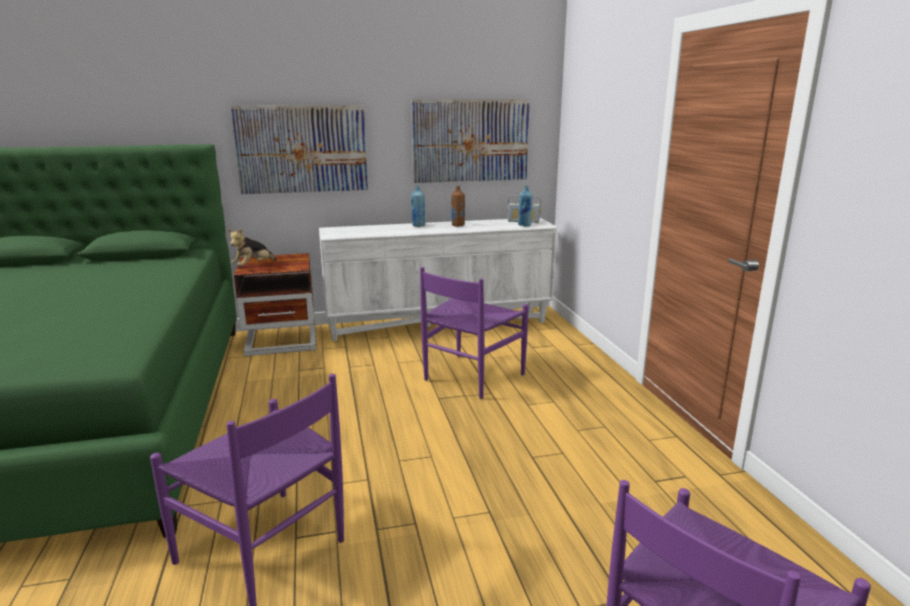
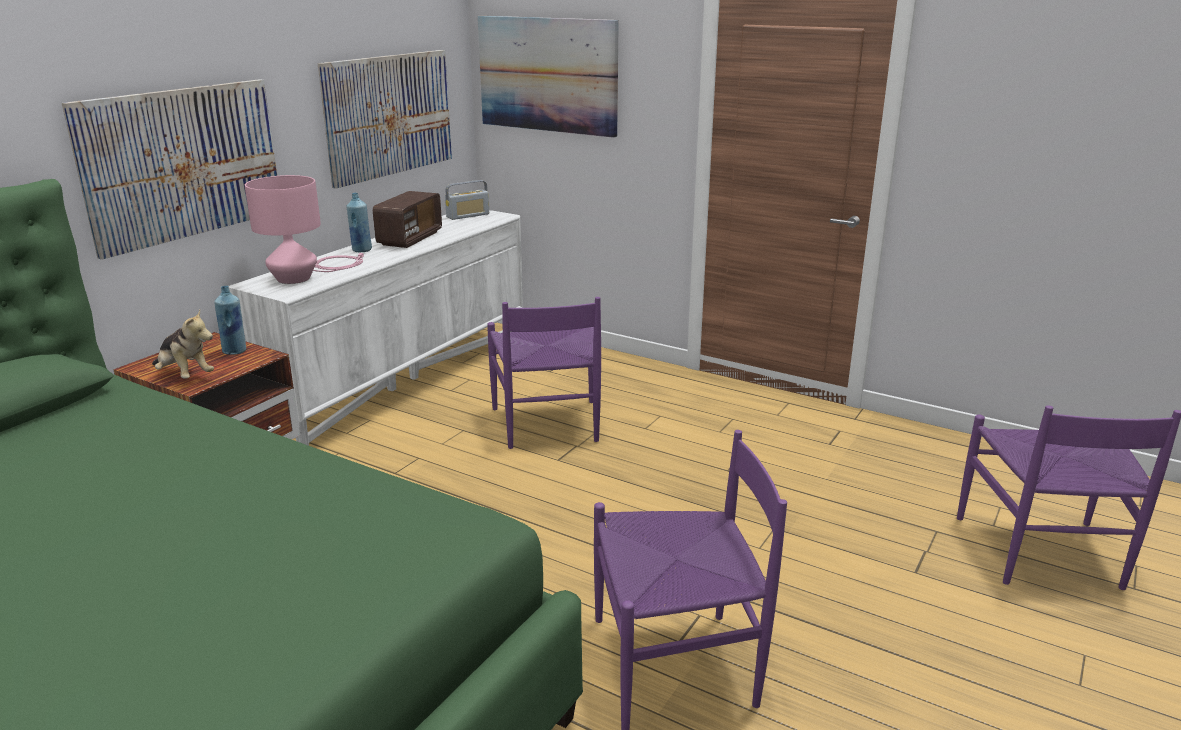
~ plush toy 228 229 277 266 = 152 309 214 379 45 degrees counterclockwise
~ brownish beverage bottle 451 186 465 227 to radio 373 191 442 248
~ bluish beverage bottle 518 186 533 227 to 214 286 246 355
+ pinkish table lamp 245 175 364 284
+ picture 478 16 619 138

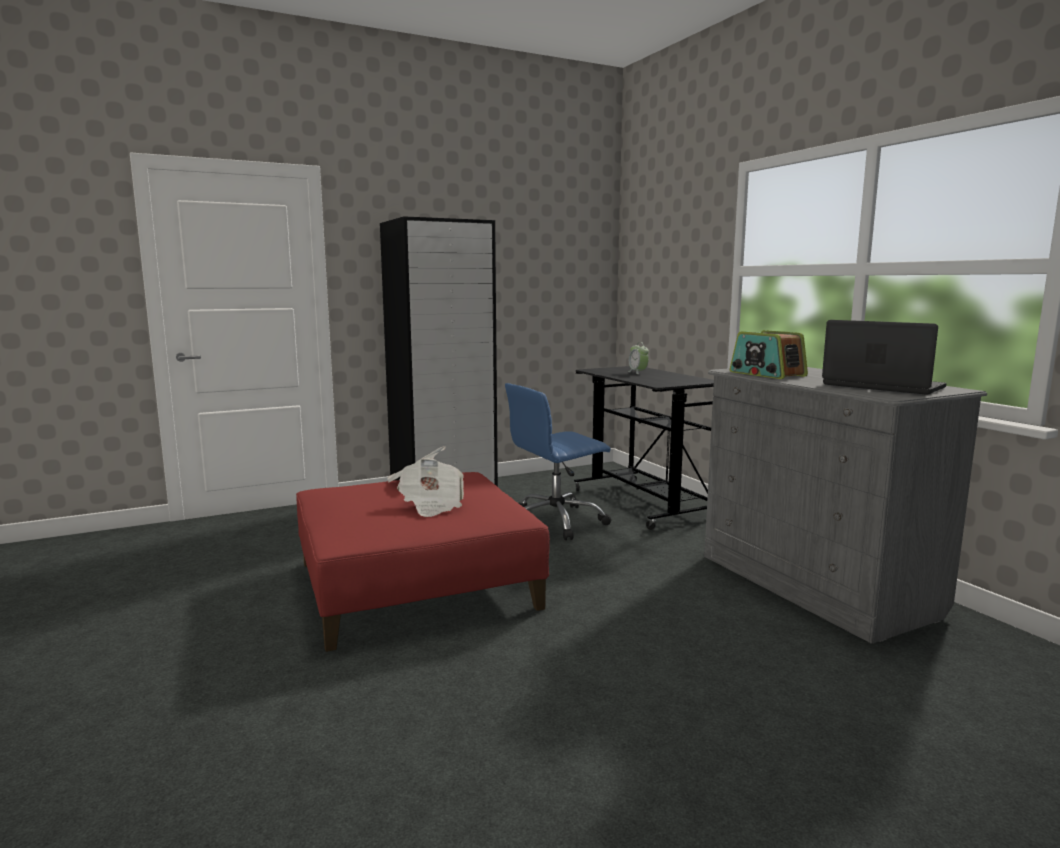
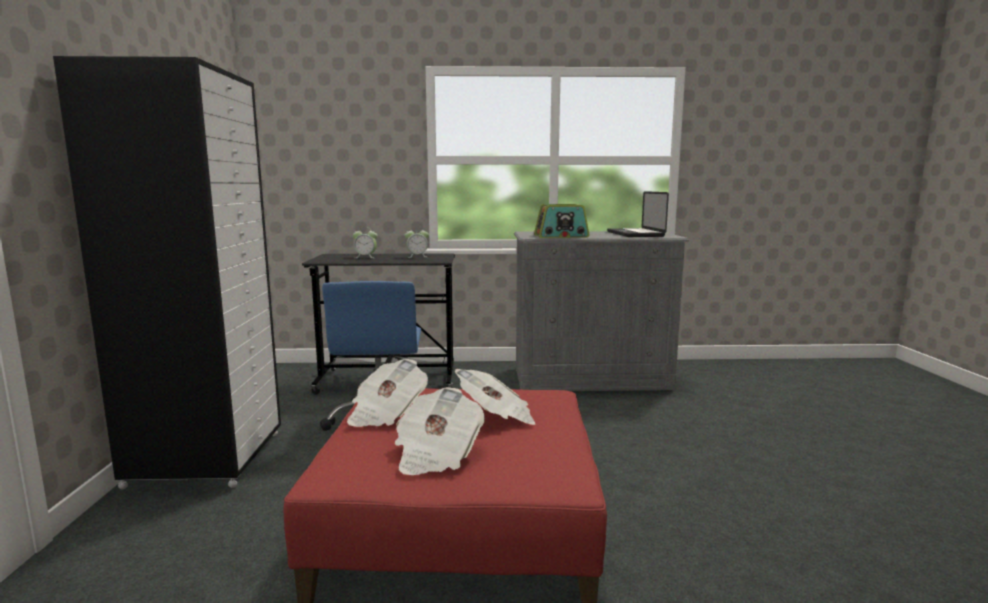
~ notebook computer 822 320 946 395 = 607 191 669 237 75 degrees counterclockwise
+ daily paper 395 387 485 475
+ alarm clock 405 230 429 258

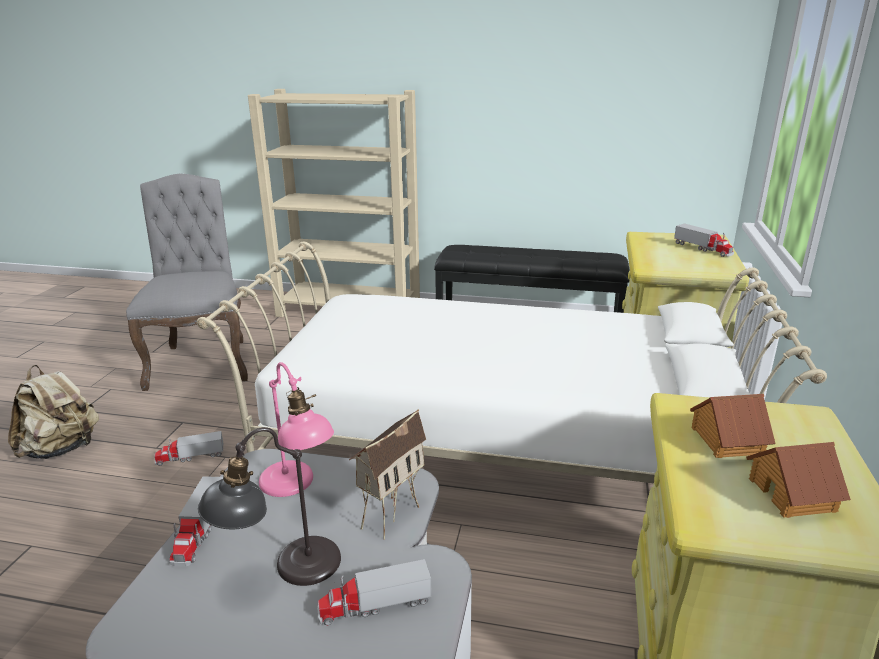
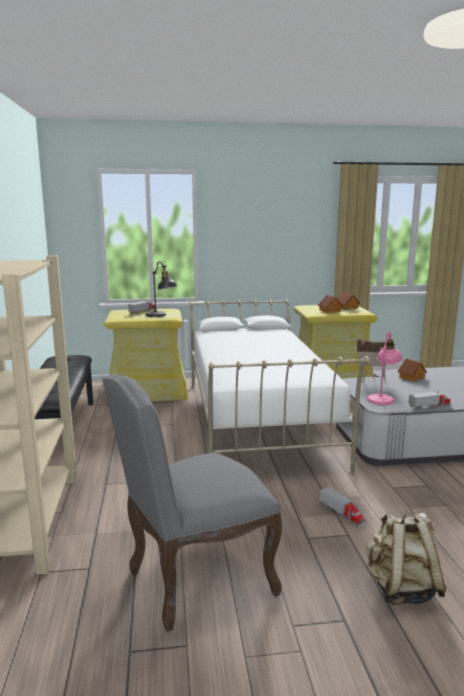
~ grey table lamp 198 427 341 586 to 146 261 177 317
~ toy lorry 317 559 432 625 to model house 397 359 427 382

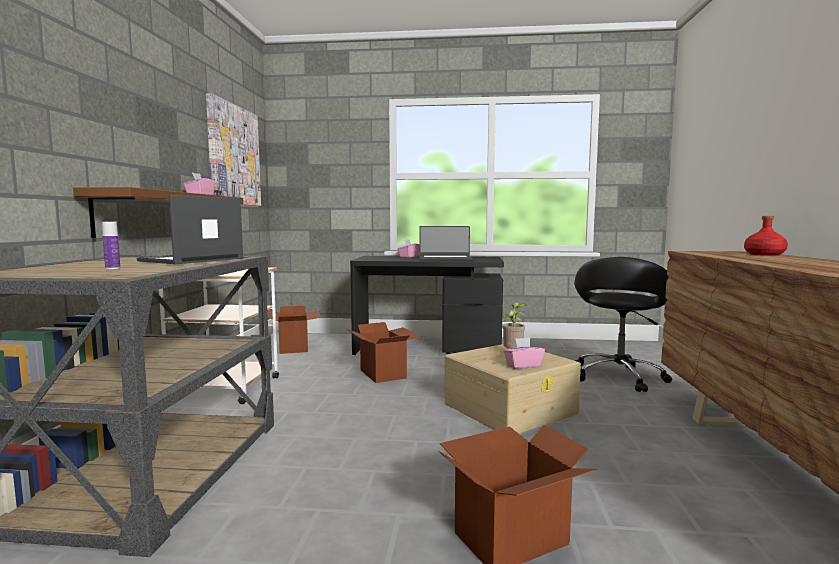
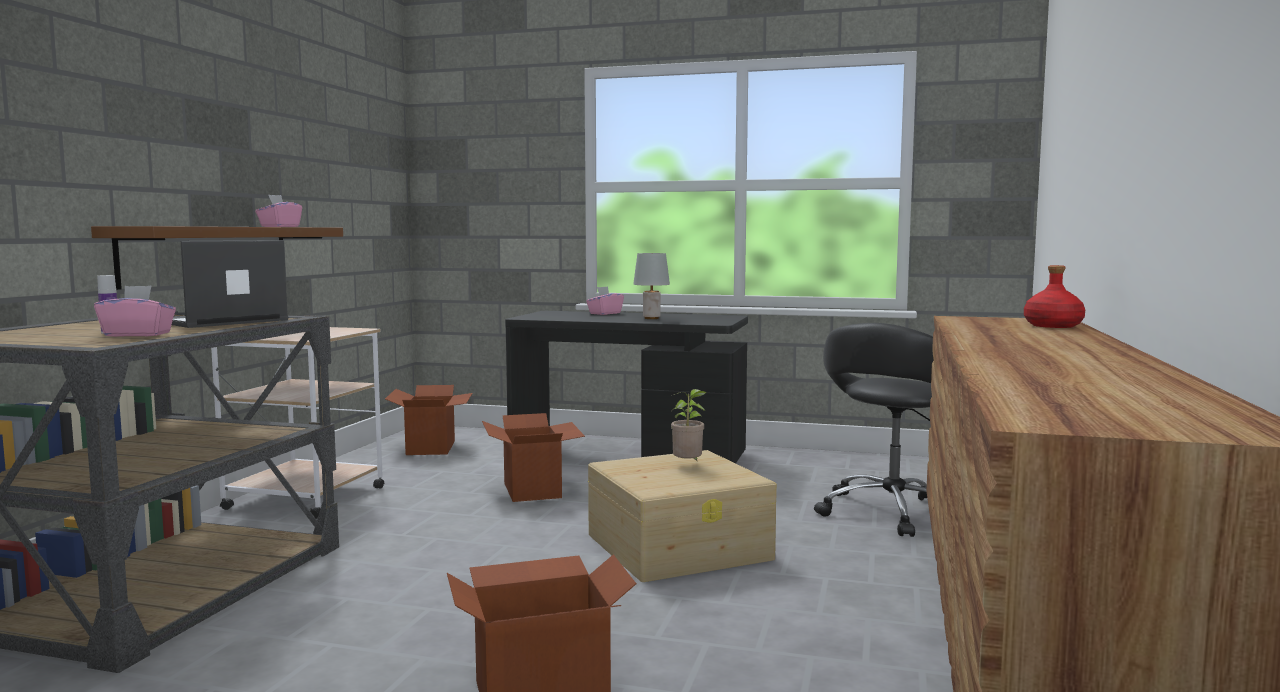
- picture 206 93 261 206
~ notebook computer 419 226 473 260 to grey table lamp 633 253 670 319
~ pinkish tissue box 504 338 545 369 to 94 285 176 337

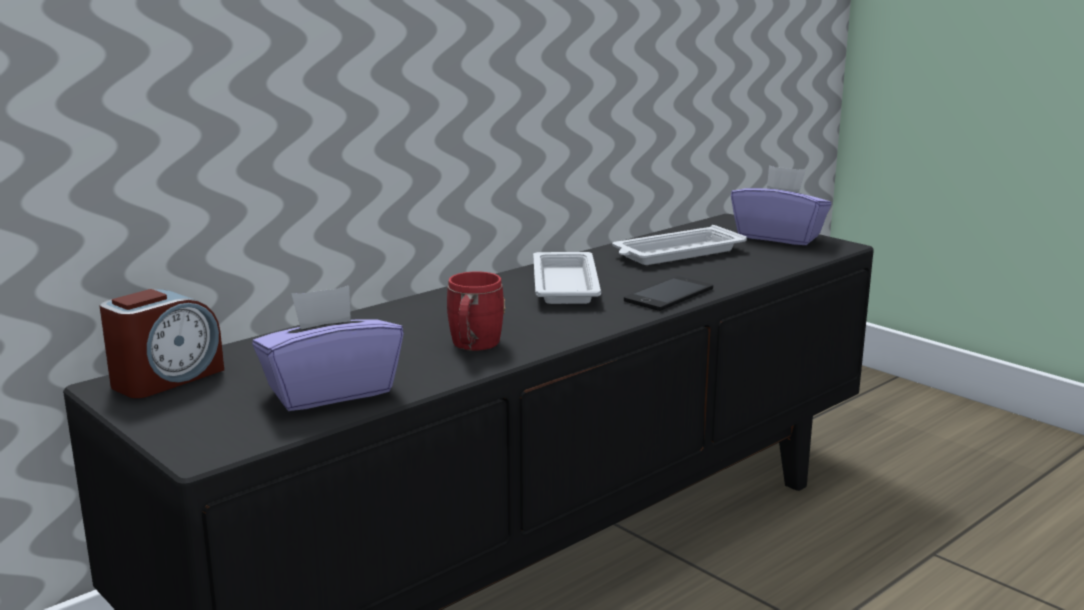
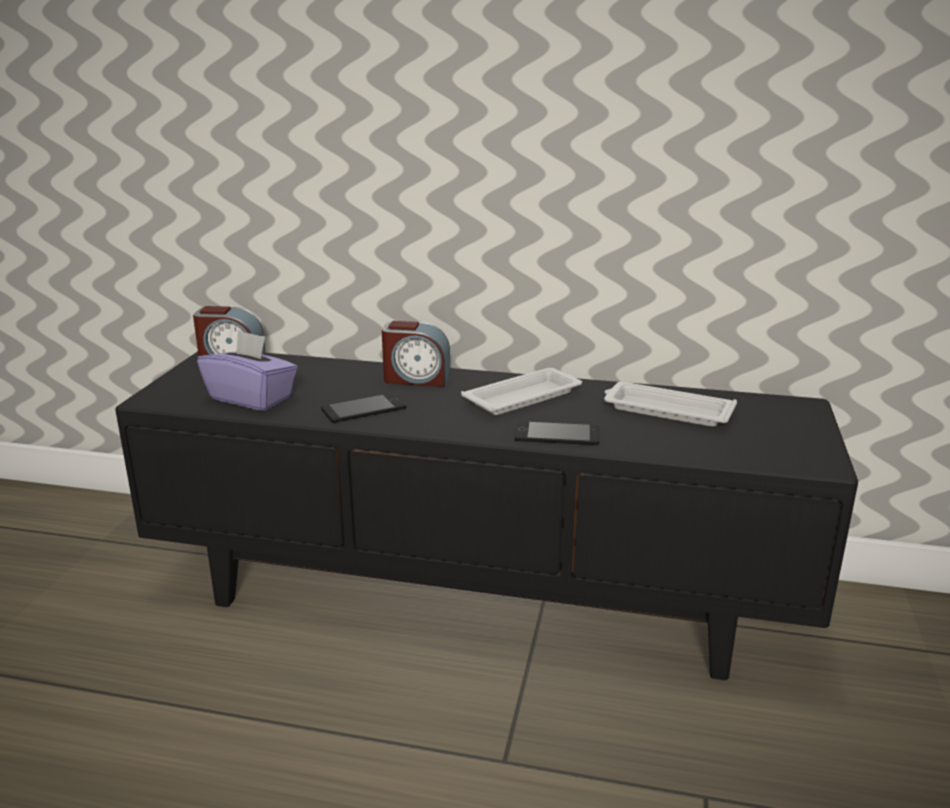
~ reddish mug 447 272 506 351 to handset 321 393 406 423
- purplish tissue box 731 165 831 245
+ alarm clock 382 321 450 387

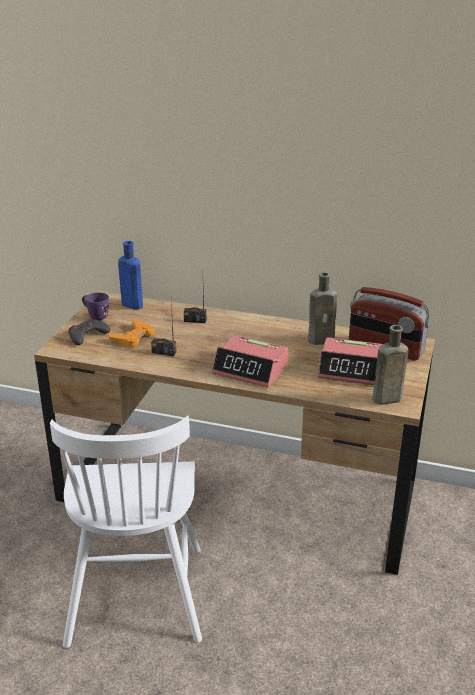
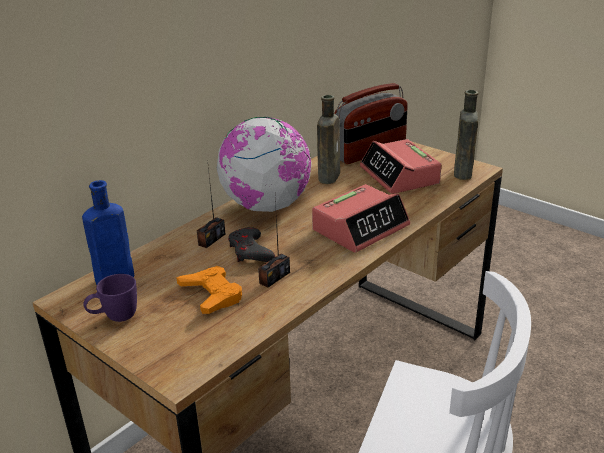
~ grey gamepad 68 319 110 345 to 228 227 275 262
~ alarm clock 317 337 383 385 = 360 139 441 194 120 degrees clockwise
+ globe 217 117 312 212

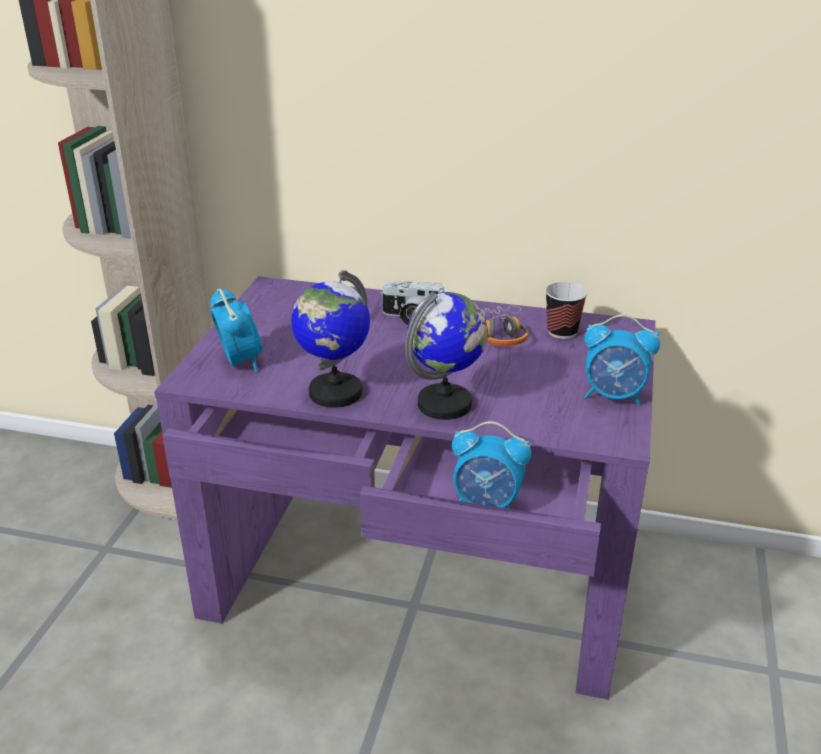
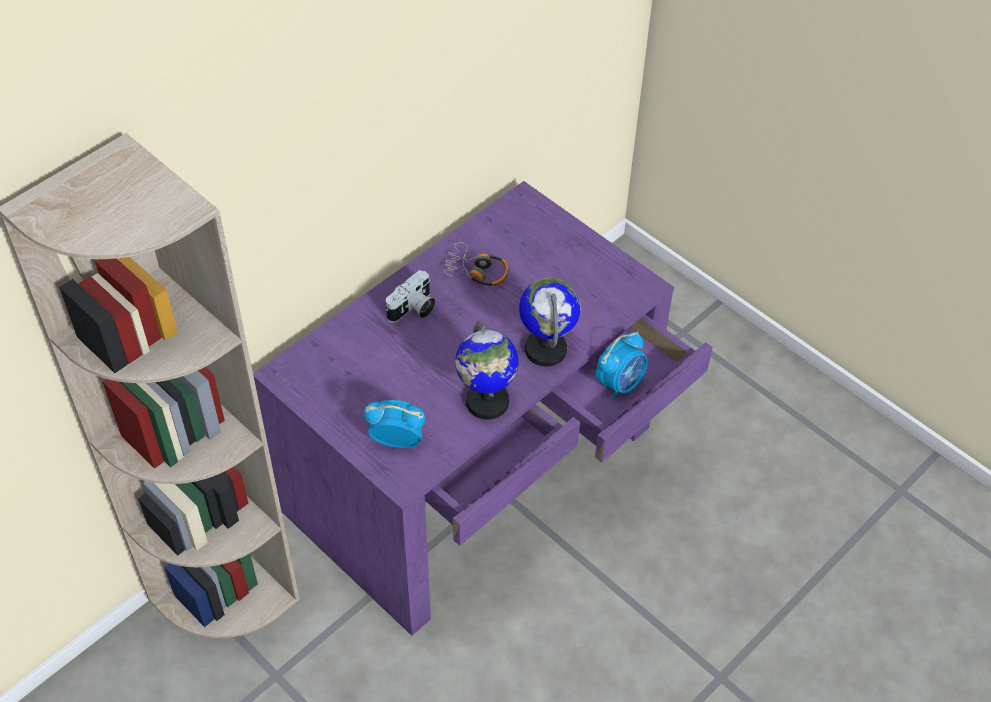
- cup 545 282 588 339
- alarm clock 584 314 660 405

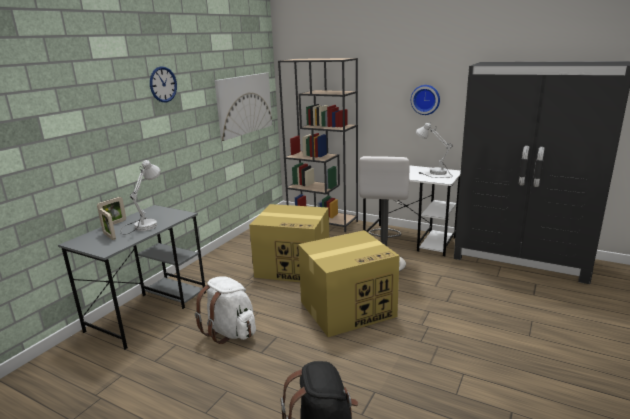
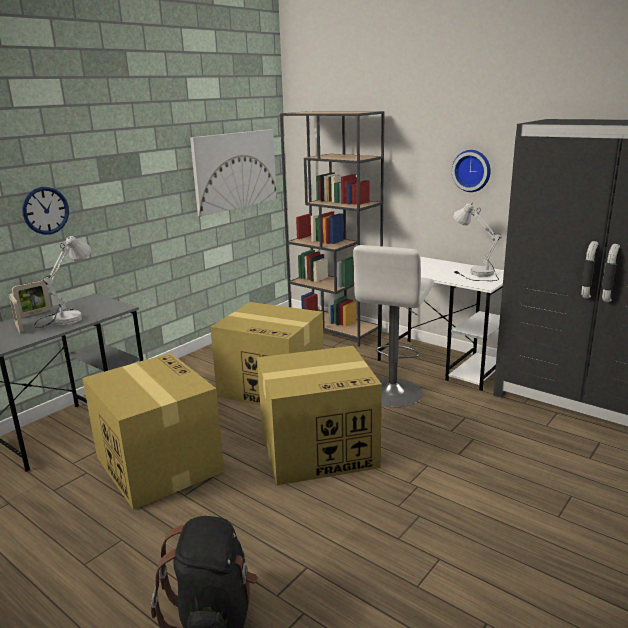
~ wall clock 150 66 177 102 to 22 187 69 235
~ whitish knapsack 195 276 256 344 to packing box 83 353 224 510

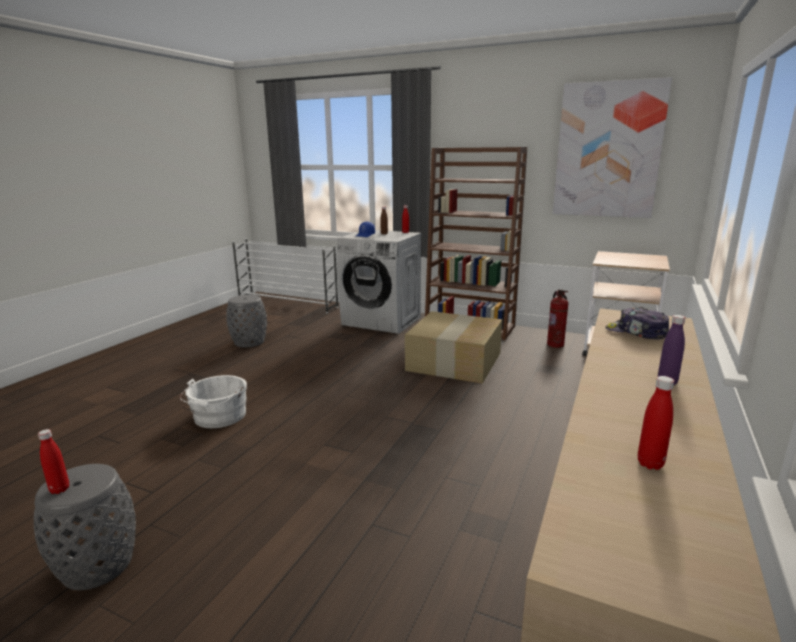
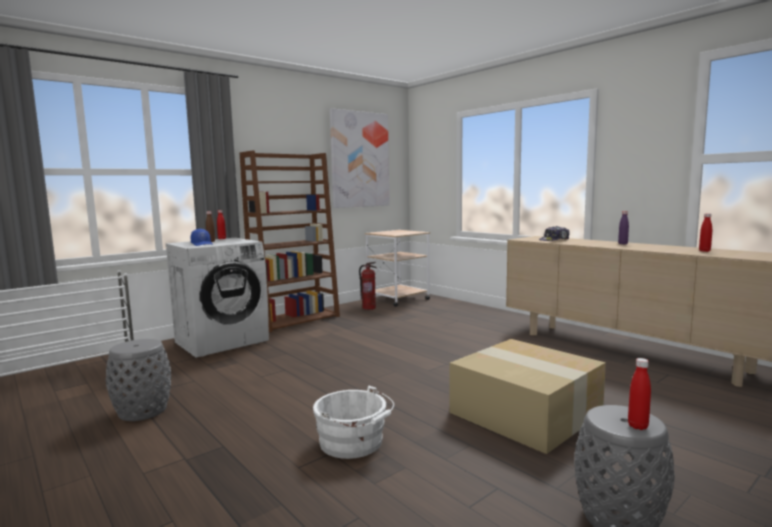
~ packing box 405 311 502 384 to 449 339 606 454

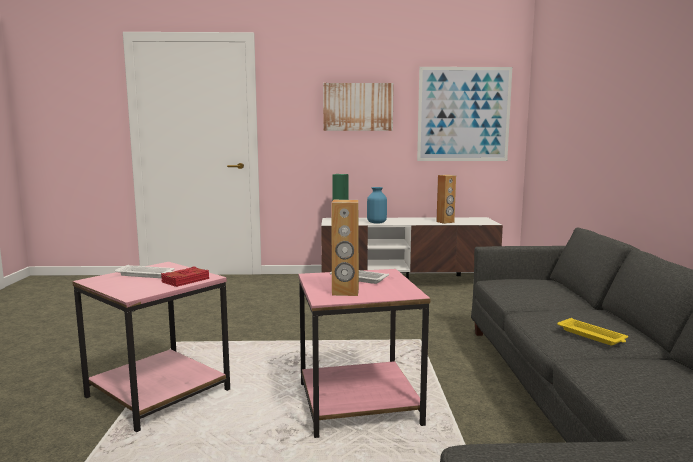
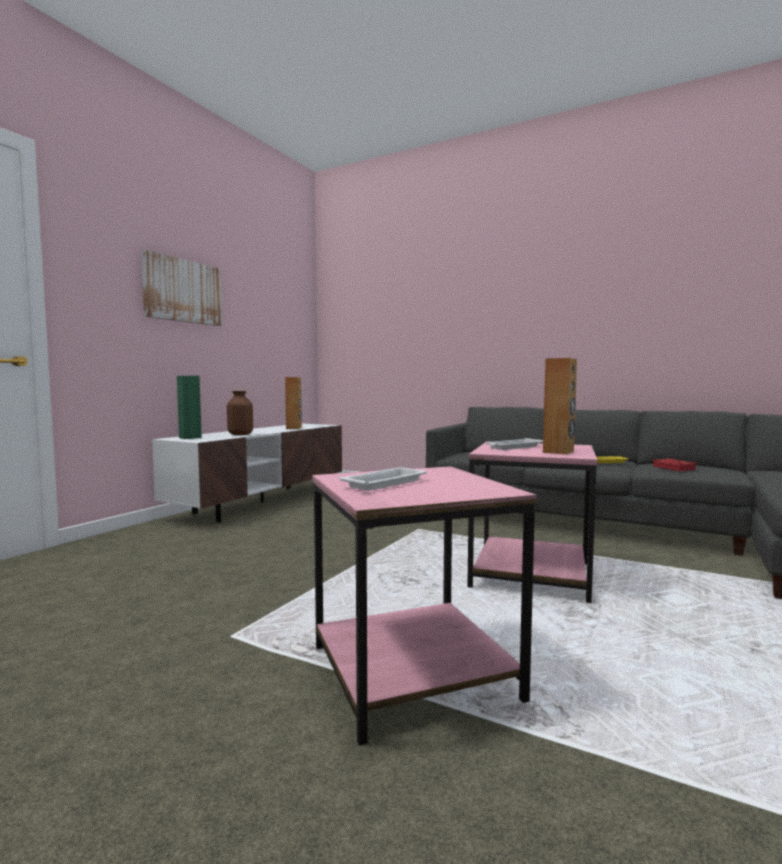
~ reddish book 161 266 209 287 to 653 458 696 471
~ bluish vase 367 187 387 224 to brownish vase 227 391 253 435
- picture 417 67 512 161

